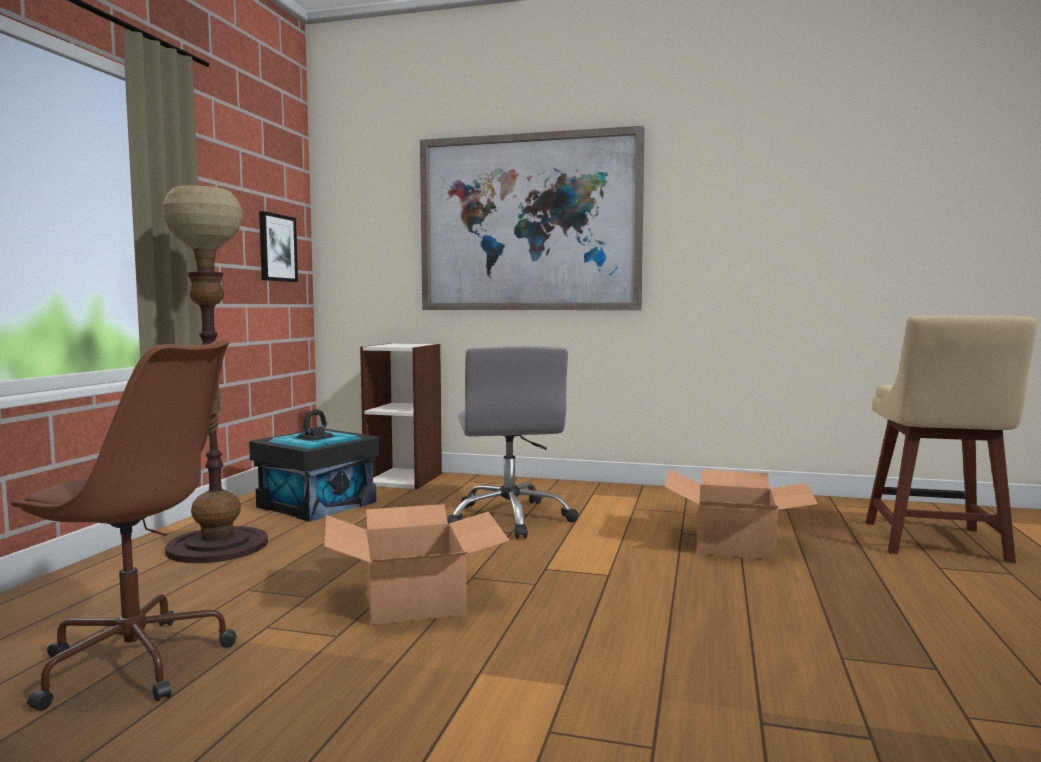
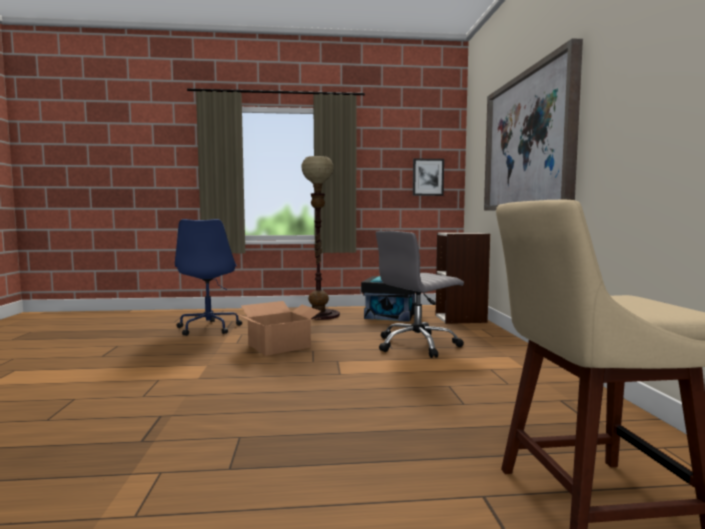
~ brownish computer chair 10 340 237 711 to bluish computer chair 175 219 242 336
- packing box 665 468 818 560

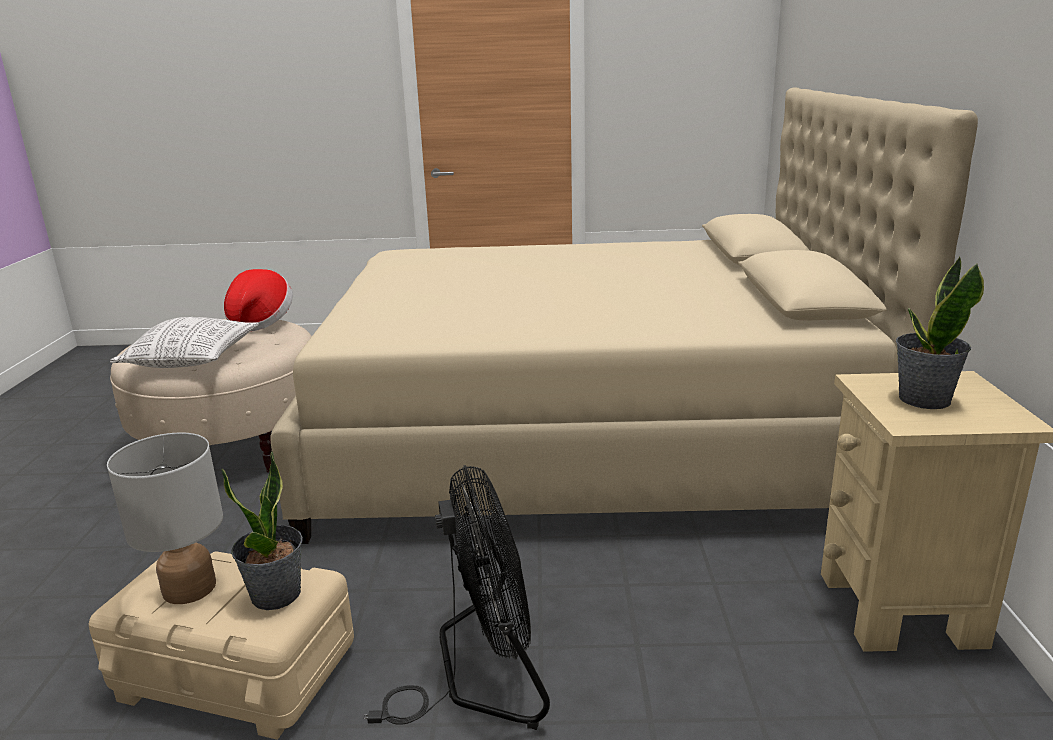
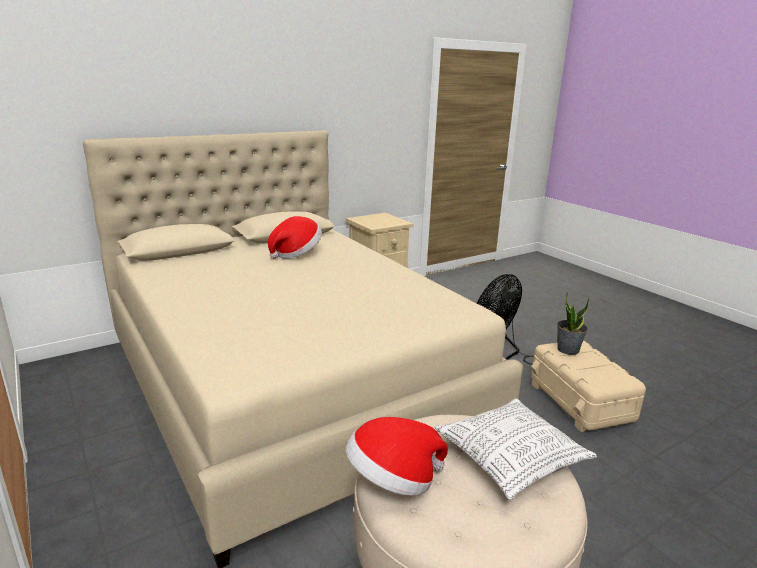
- grey table lamp 107 433 223 604
- houseplant 896 256 984 409
+ wearable hat 268 216 322 259

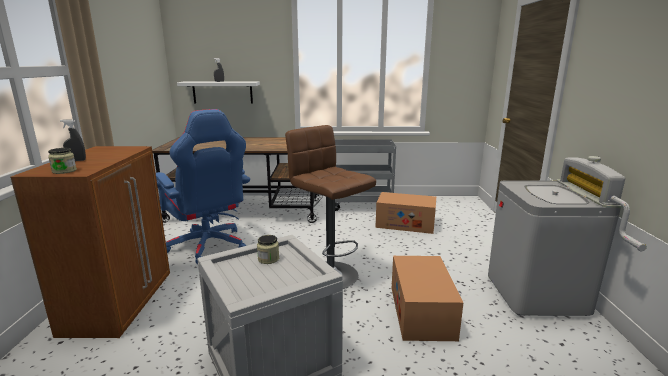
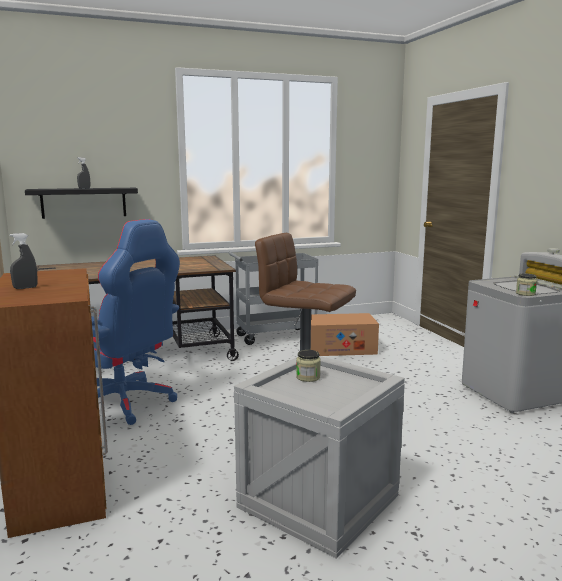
~ preserve jar 48 148 77 174 to 516 274 537 296
~ whitish shelf 177 81 260 103 to black-coloured shelf 25 188 138 219
- packing box 392 256 463 341

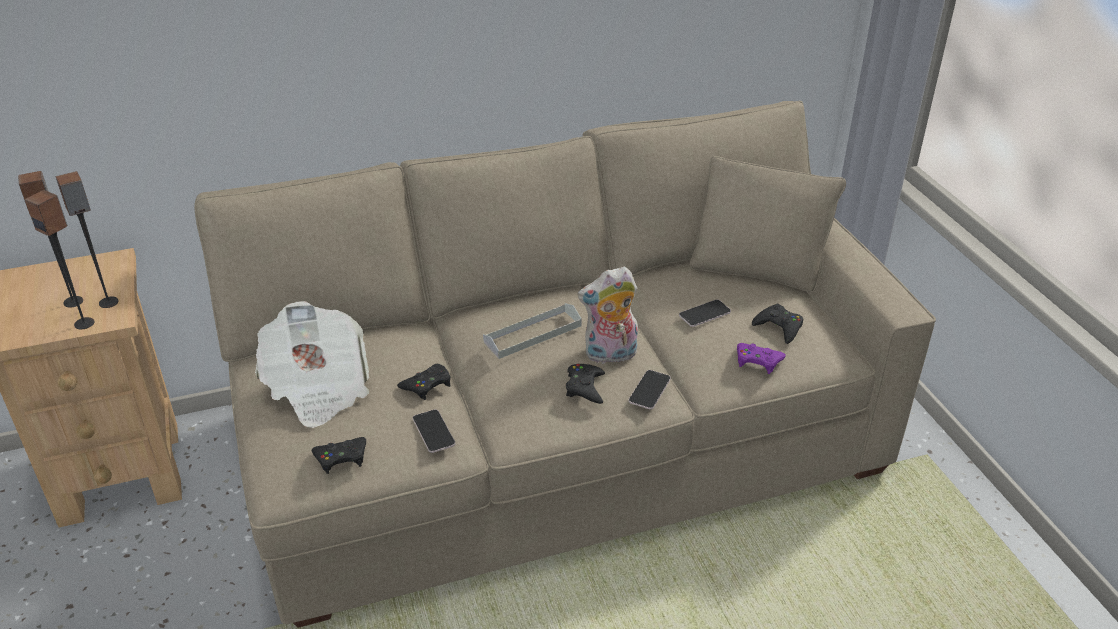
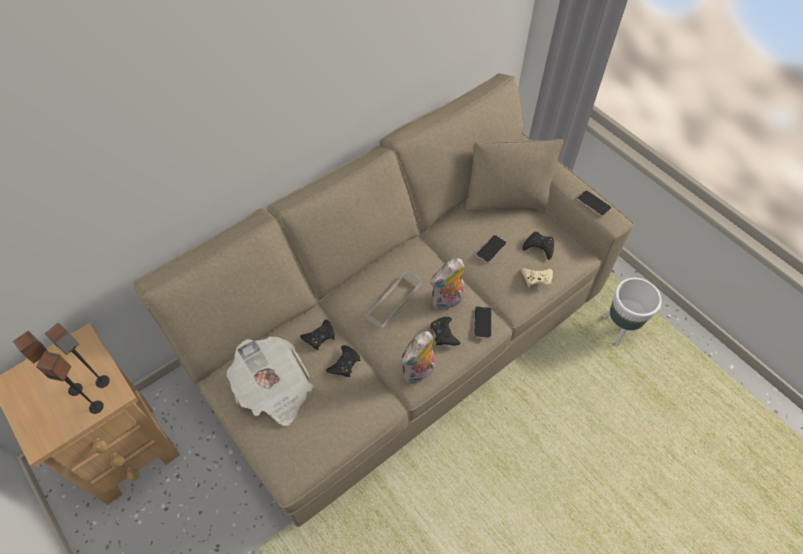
~ black-coloured gamepad 312 437 366 474 to 300 320 335 350
~ handset 413 409 455 453 to 577 190 611 216
~ purplish gamepad 737 343 786 374 to beige-coloured gamepad 521 268 553 288
+ plush toy 402 331 435 384
+ whitish plant pot 603 278 662 346

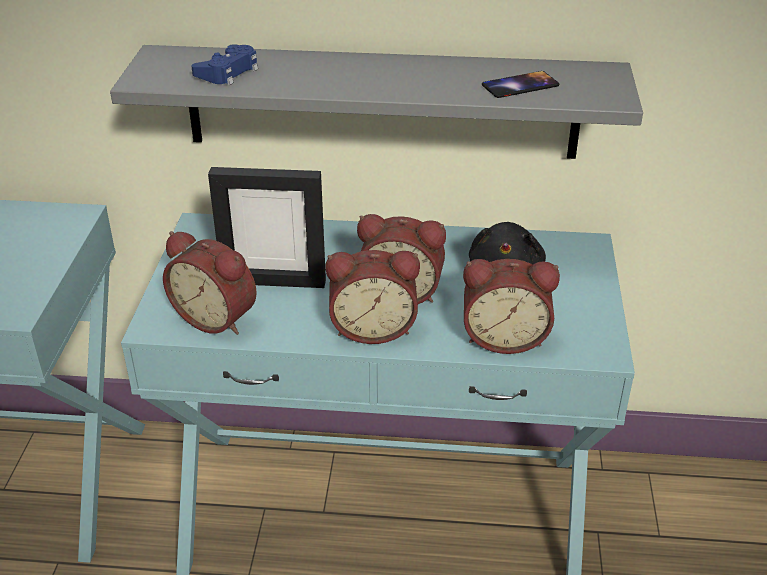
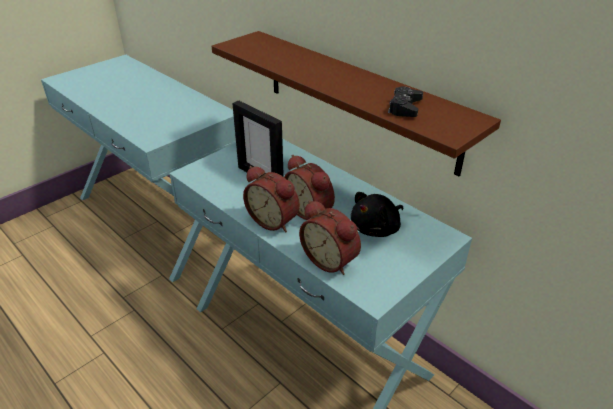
~ grey shelf 110 45 643 159 to brownish shelf 212 31 501 176
- alarm clock 163 231 257 335
- bluish gamepad 191 44 258 85
~ handset 482 71 559 98 to black-coloured gamepad 388 86 423 117

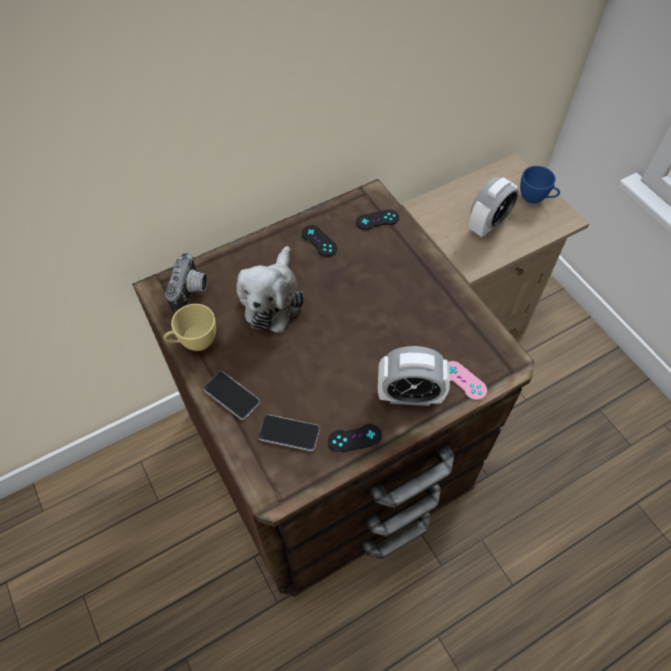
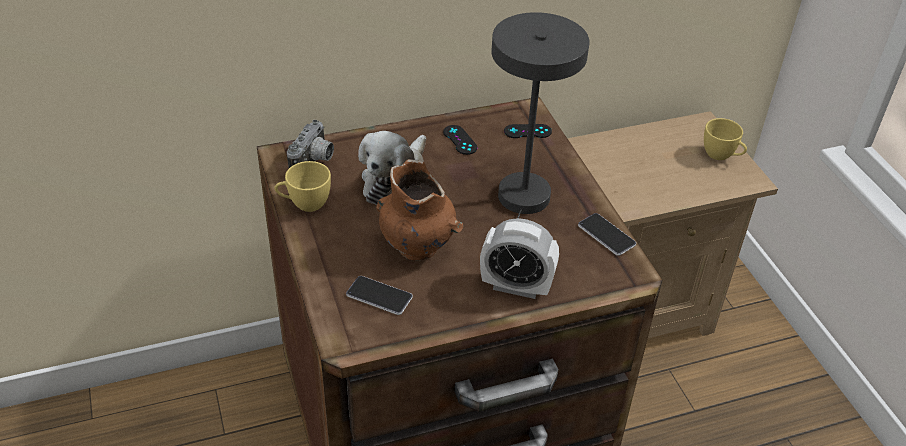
~ handset 203 371 260 420 to 578 213 636 256
- black-coloured gamepad 328 424 382 453
- pinkish gamepad 449 361 487 400
- alarm clock 469 177 519 237
~ bluish cup 520 166 560 203 to yellow-coloured cup 704 118 747 160
+ brownish vase 376 159 463 261
+ grey table lamp 491 12 590 218

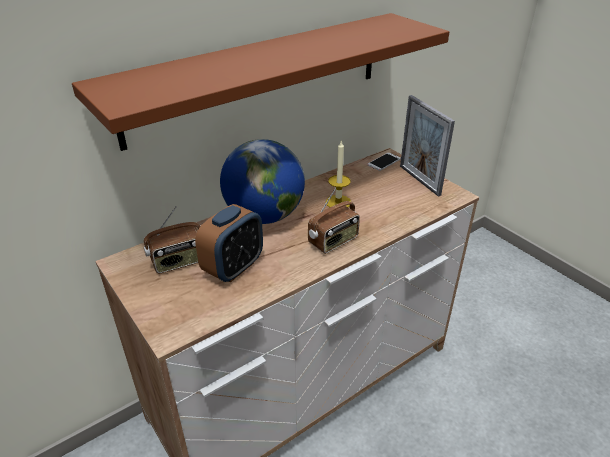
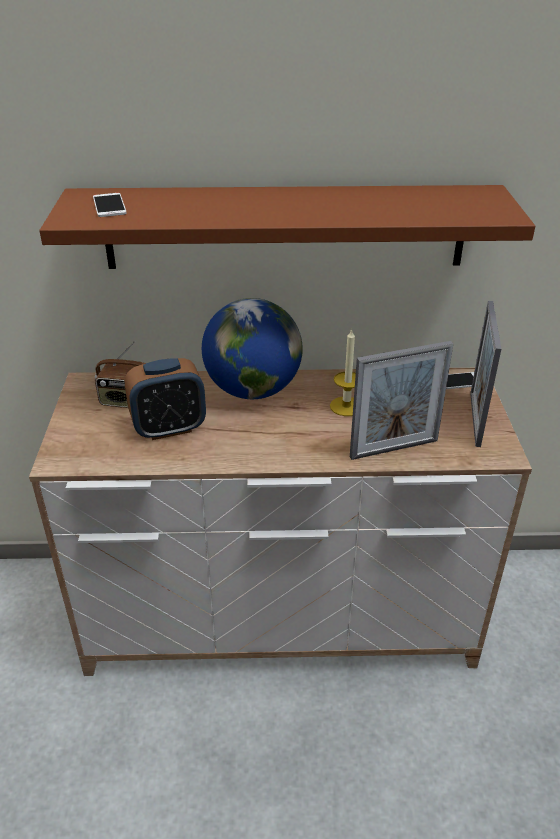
- radio 308 187 360 254
+ handset 93 193 127 217
+ standing frame 350 341 454 460

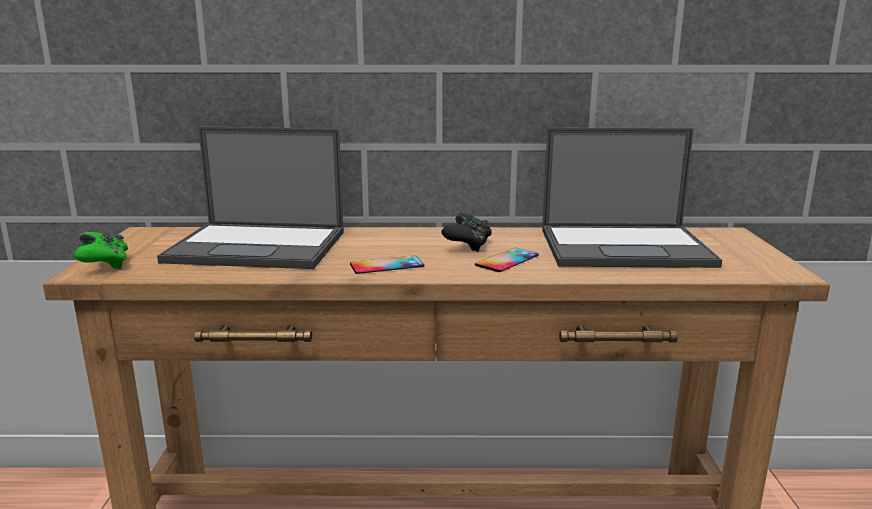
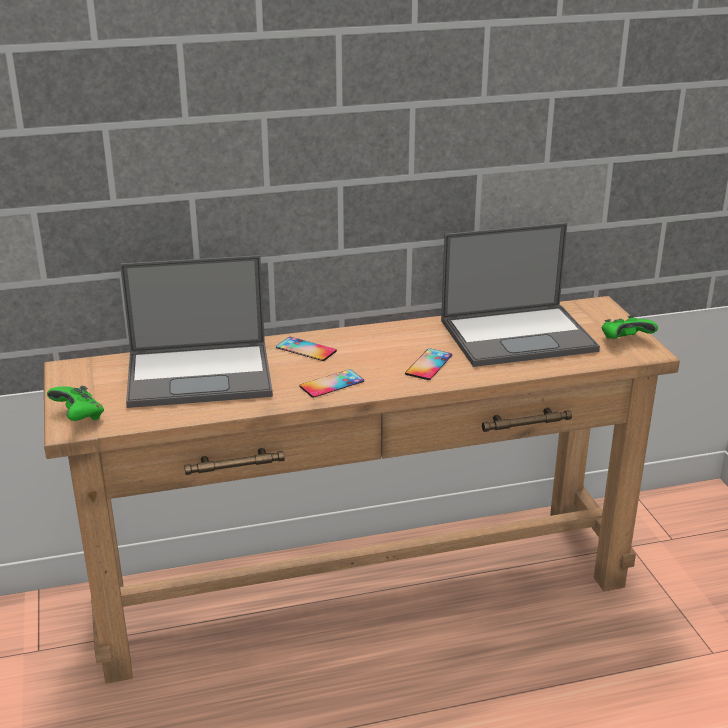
- black-coloured gamepad 441 213 492 252
+ handset 276 337 337 361
+ greenish gamepad 602 315 658 339

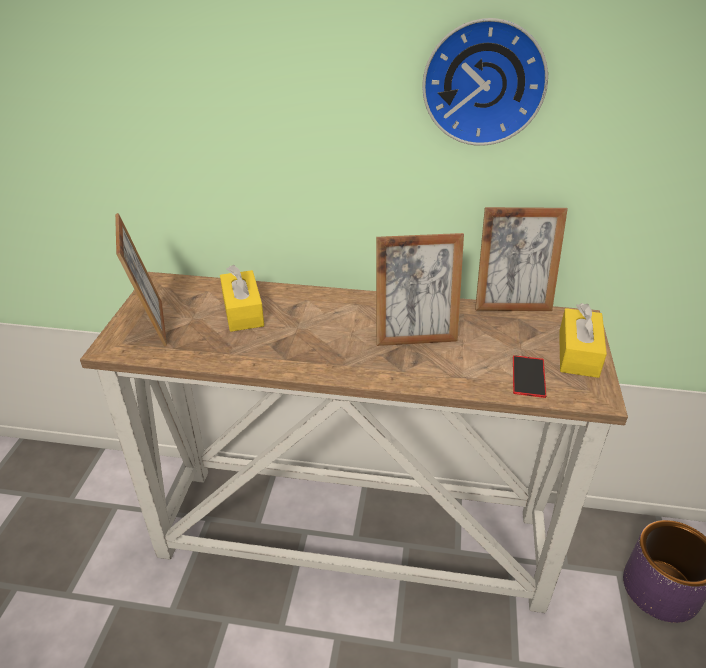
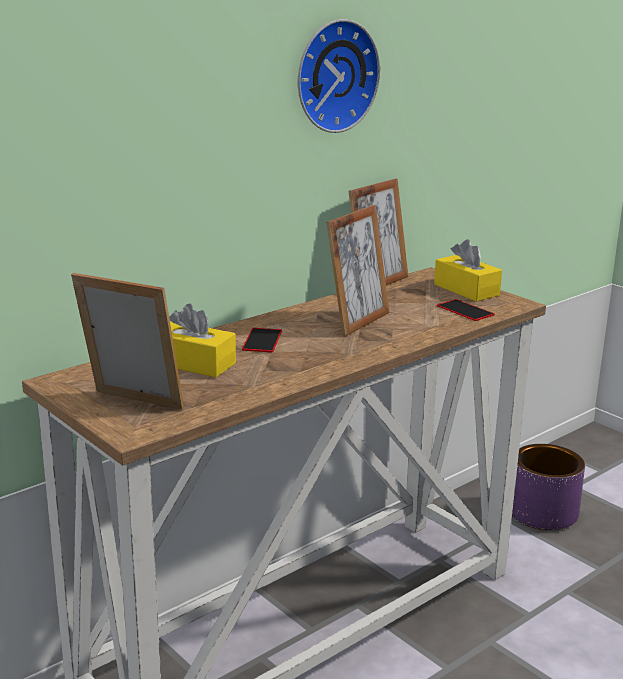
+ handset 242 328 282 353

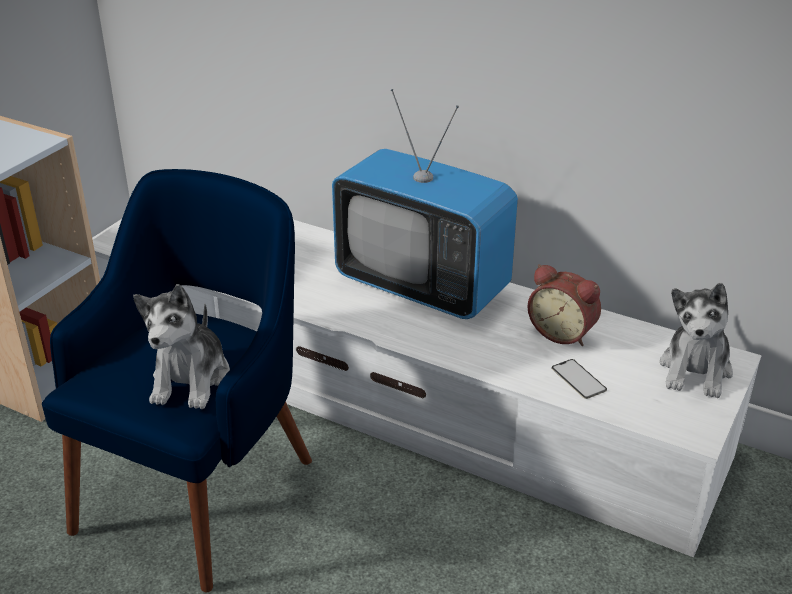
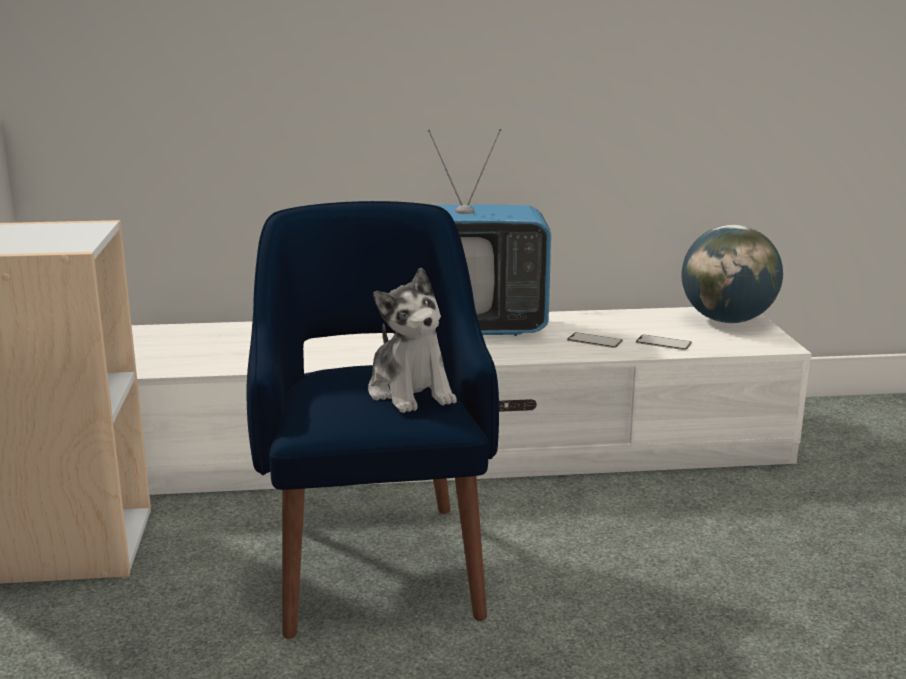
- alarm clock 528 264 601 346
~ plush toy 660 283 733 398 to globe 681 225 783 323
+ handset 567 332 623 348

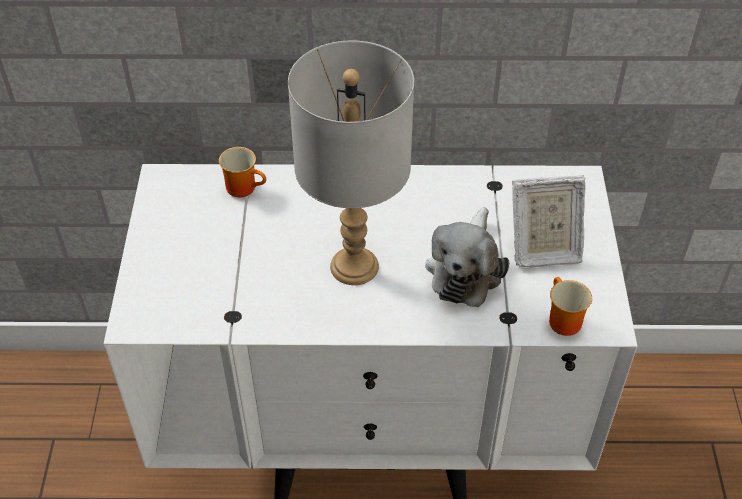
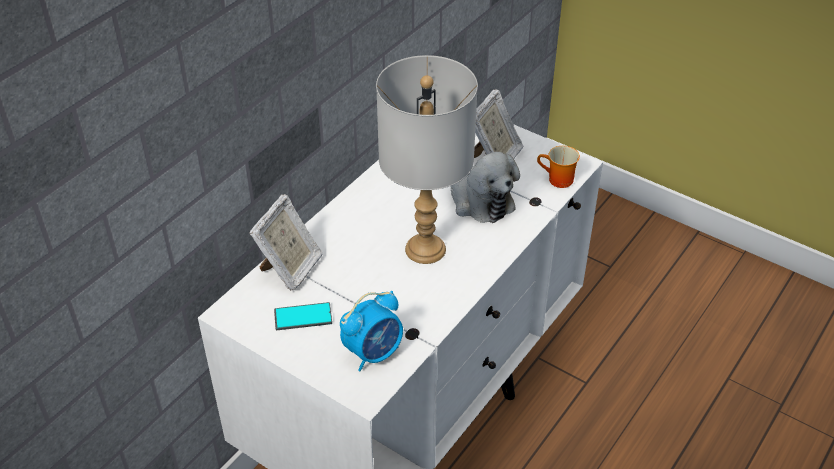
~ mug 219 147 266 197 to standing frame 249 194 323 291
+ handset 274 302 332 330
+ alarm clock 340 291 403 371

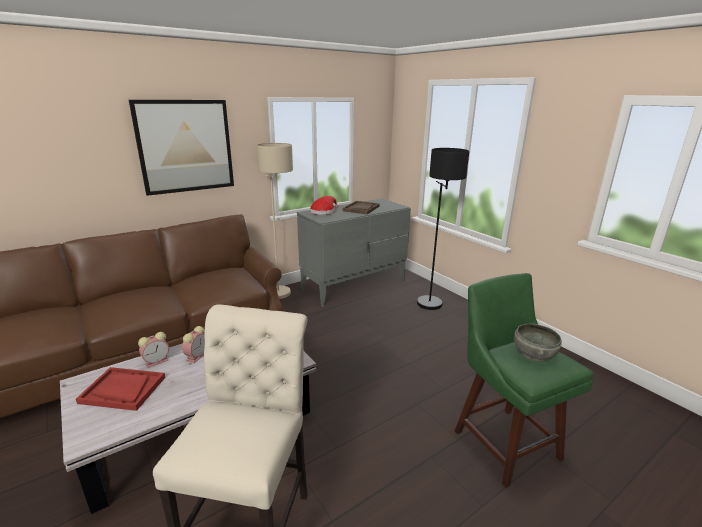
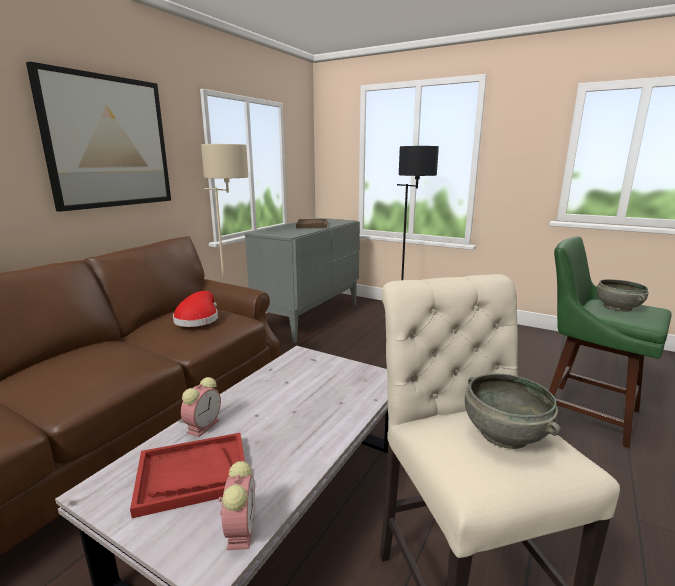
~ alarm clock 182 326 205 363 to 219 461 255 550
~ reddish wearable hat 310 196 338 215 to 173 291 218 327
+ grey deep dish 465 374 561 449

